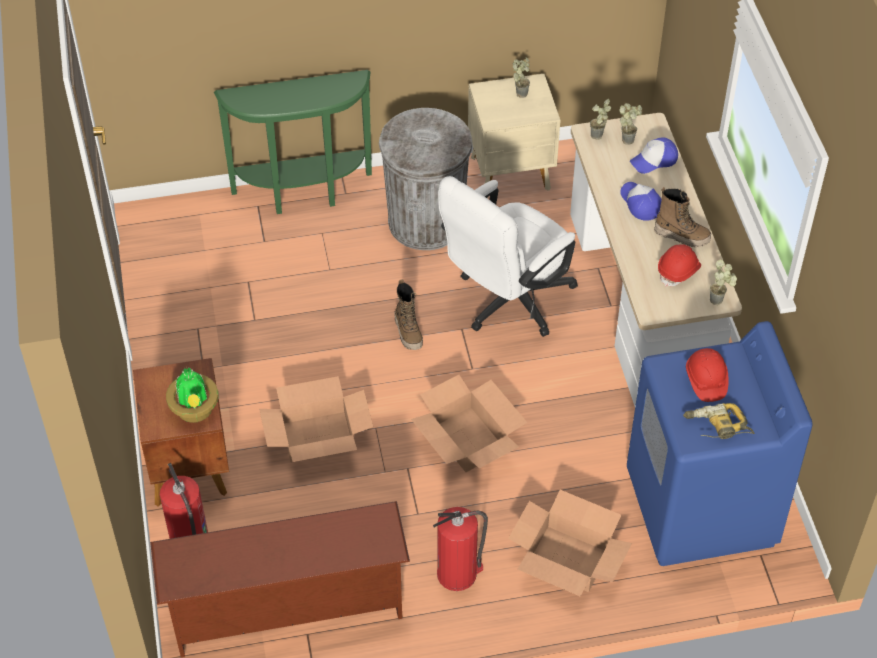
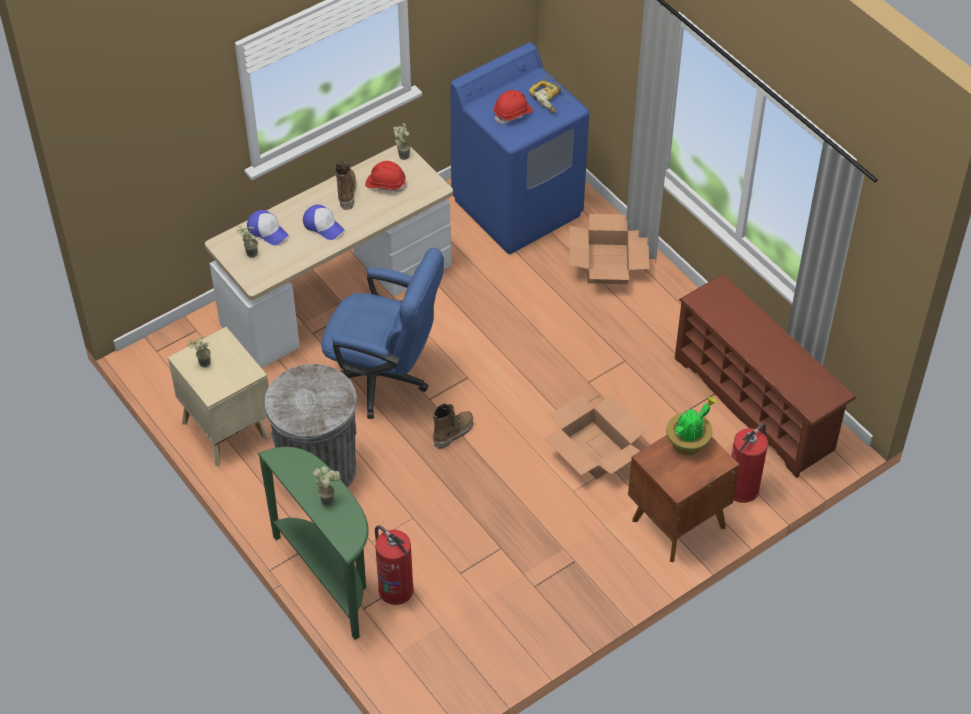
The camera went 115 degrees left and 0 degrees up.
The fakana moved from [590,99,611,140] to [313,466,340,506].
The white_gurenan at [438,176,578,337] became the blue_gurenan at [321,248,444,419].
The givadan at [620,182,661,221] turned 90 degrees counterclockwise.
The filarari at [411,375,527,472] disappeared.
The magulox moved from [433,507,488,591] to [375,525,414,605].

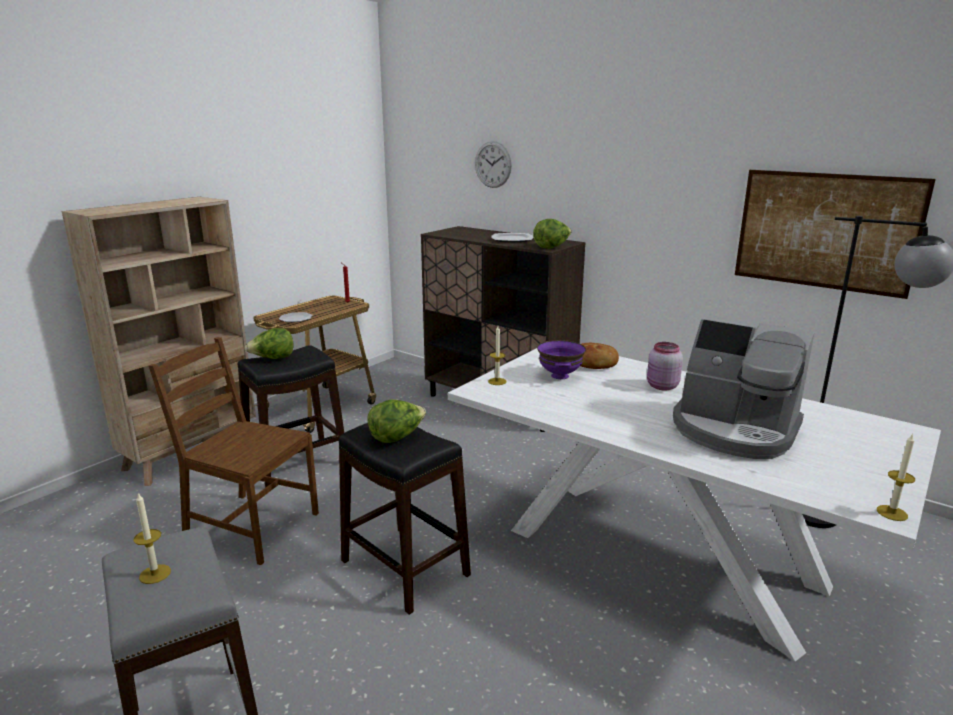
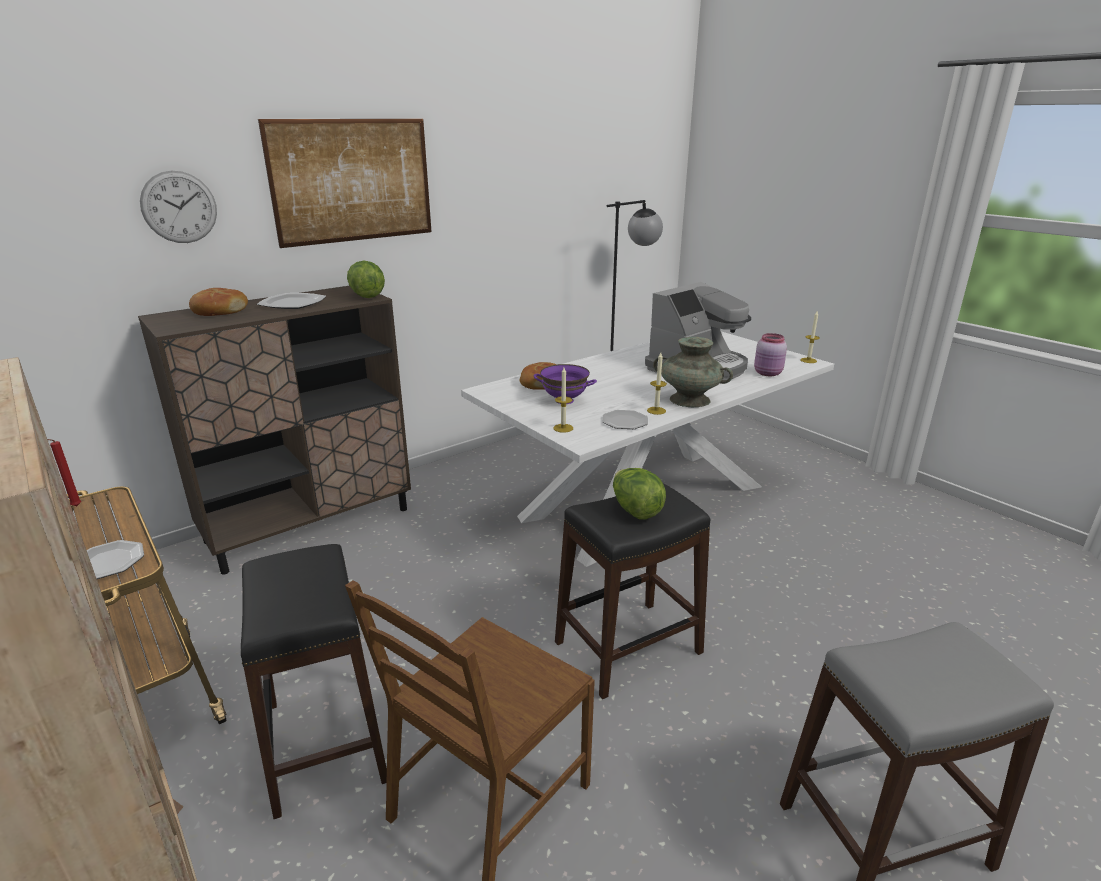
The camera went 75 degrees left and 5 degrees up.
The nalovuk moved from [735,170,936,299] to [258,119,432,248].
The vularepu at [244,328,294,359] disappeared.
The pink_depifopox moved from [647,342,683,391] to [754,333,787,376].
The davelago moved from [133,492,171,584] to [647,353,667,415].
The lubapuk at [189,288,248,316] appeared.
The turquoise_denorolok at [653,337,733,407] appeared.
The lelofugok at [602,410,648,429] appeared.

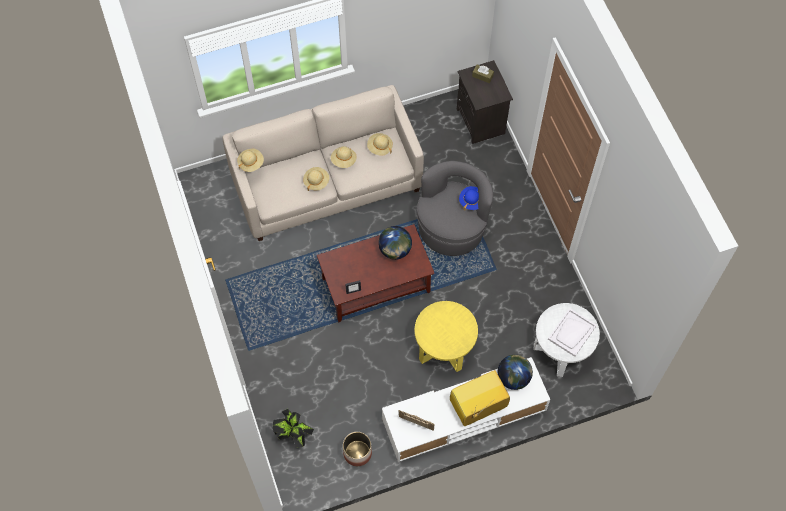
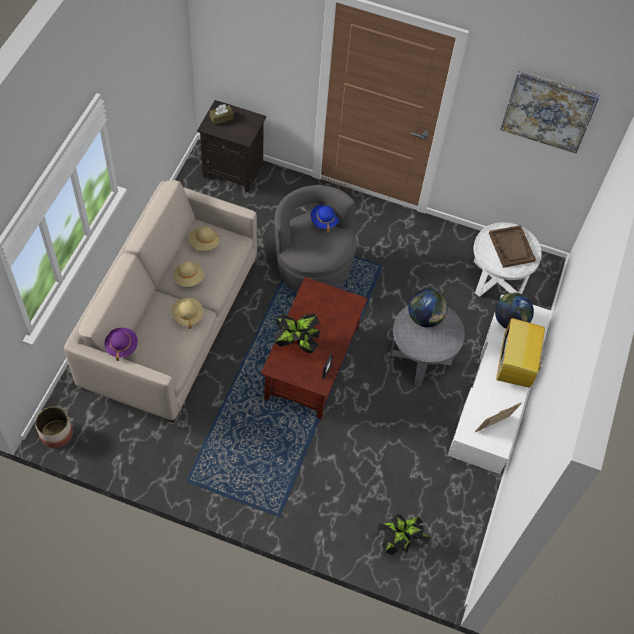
The camera went 55 degrees left and 5 degrees down.
The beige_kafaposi at [237,148,264,172] became the purple_kafaposi at [104,328,138,361].
The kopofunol moved from [378,226,412,260] to [408,289,447,327].
The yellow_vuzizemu at [414,301,478,372] became the grey_vuzizemu at [390,305,465,386].
The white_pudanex at [548,308,597,357] became the brown_pudanex at [489,225,536,268].
The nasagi moved from [343,432,372,466] to [35,407,73,448].
The nalovuk at [500,71,600,153] appeared.
The fakana at [274,313,320,353] appeared.

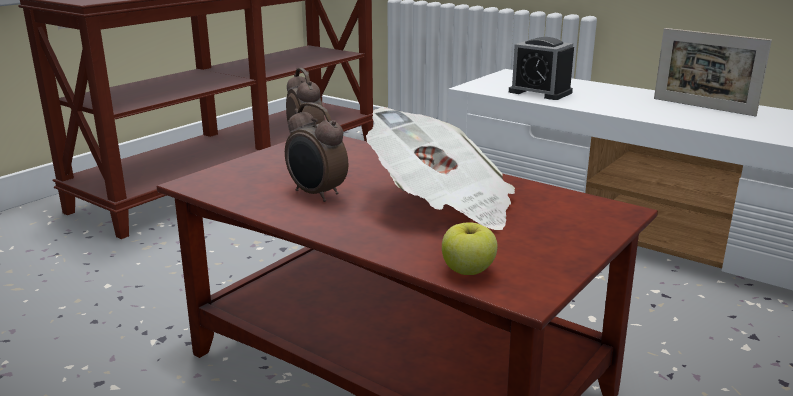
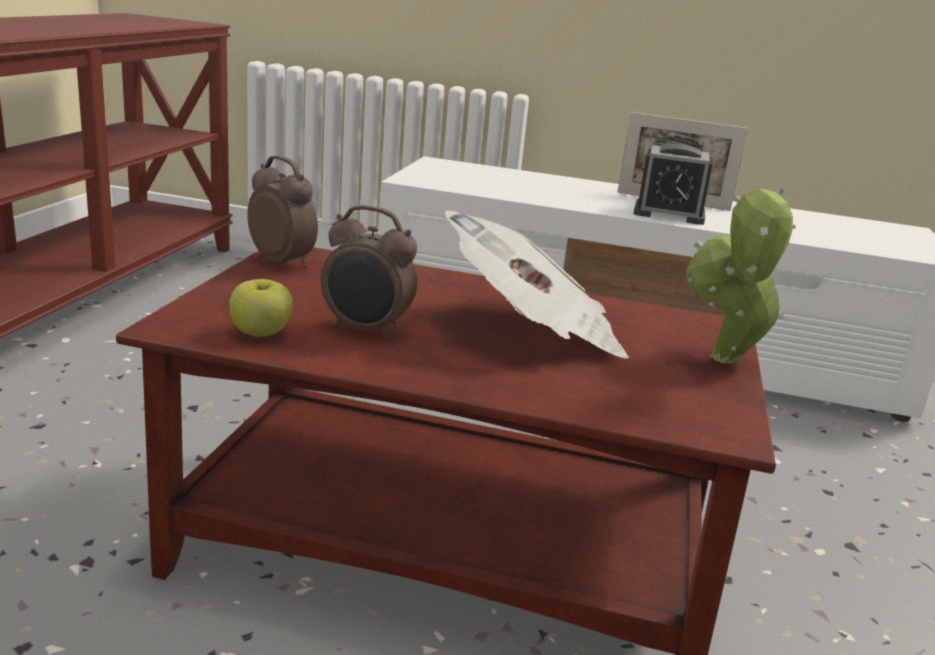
The camera went 25 degrees left and 0 degrees up.
The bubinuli moved from [509,37,574,100] to [633,143,713,225].
The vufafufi moved from [442,222,497,275] to [229,279,293,337].
The fakana at [686,187,796,364] appeared.

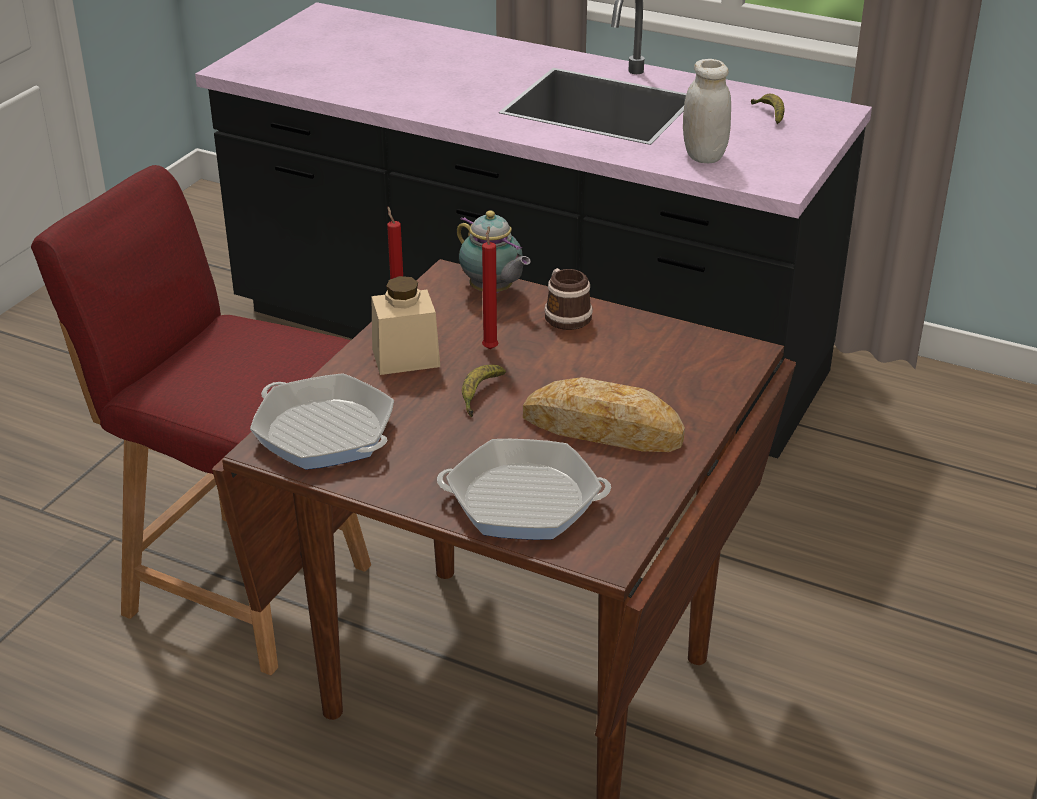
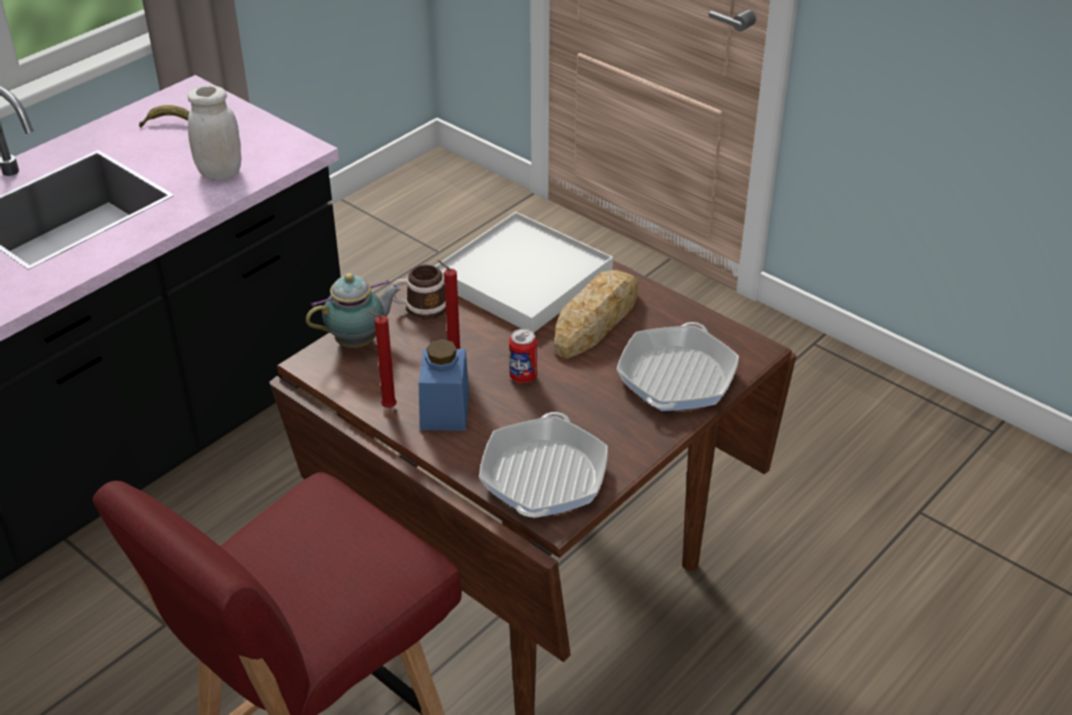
The camera went 75 degrees left and 5 degrees up.
The beige_depifopox at [371,276,440,375] became the blue_depifopox at [419,339,469,431].
The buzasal at [462,365,506,417] was replaced by the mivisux at [509,329,537,383].
The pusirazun at [250,373,394,470] turned 45 degrees counterclockwise.
The white_pudanex at [435,212,613,332] appeared.

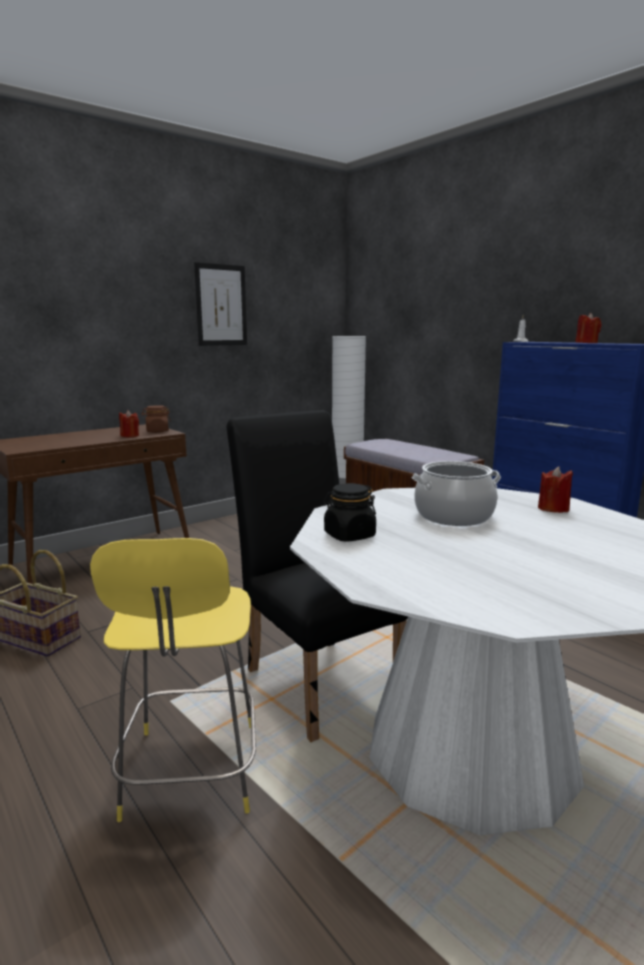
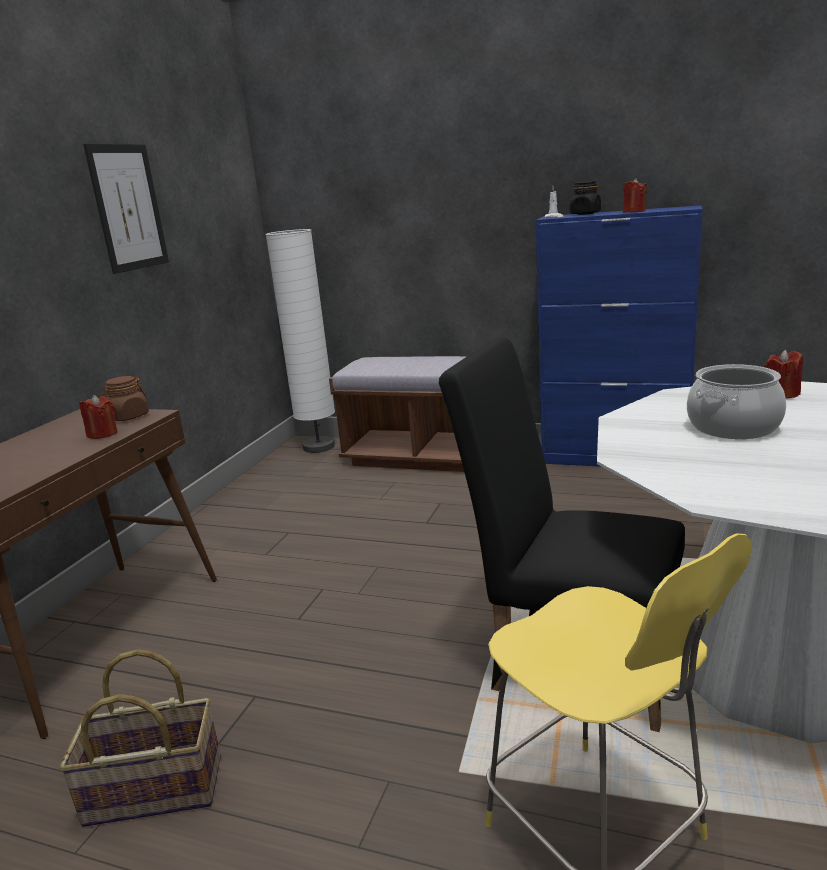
The camera went 30 degrees left and 5 degrees up.
The black_depifopox moved from [323,483,376,542] to [570,181,601,215].

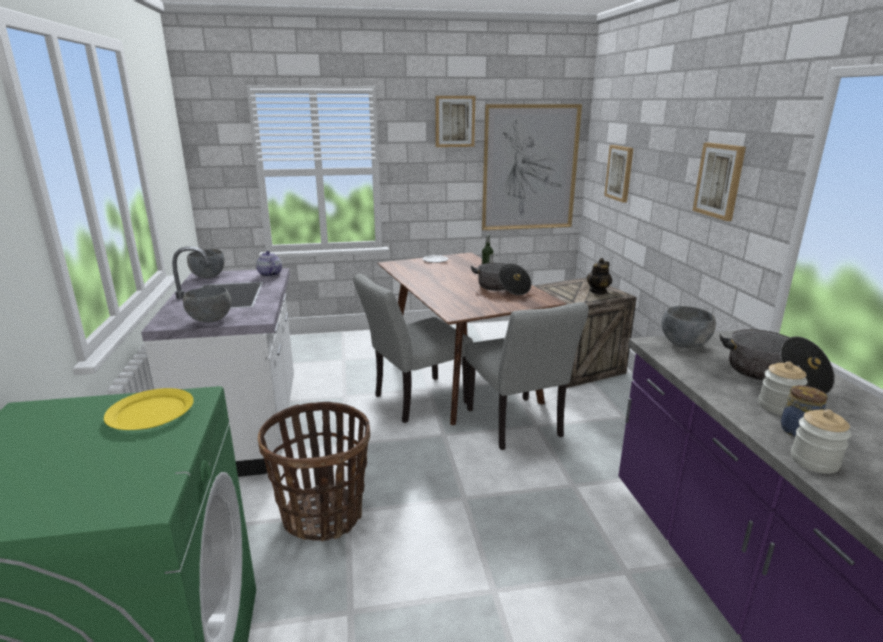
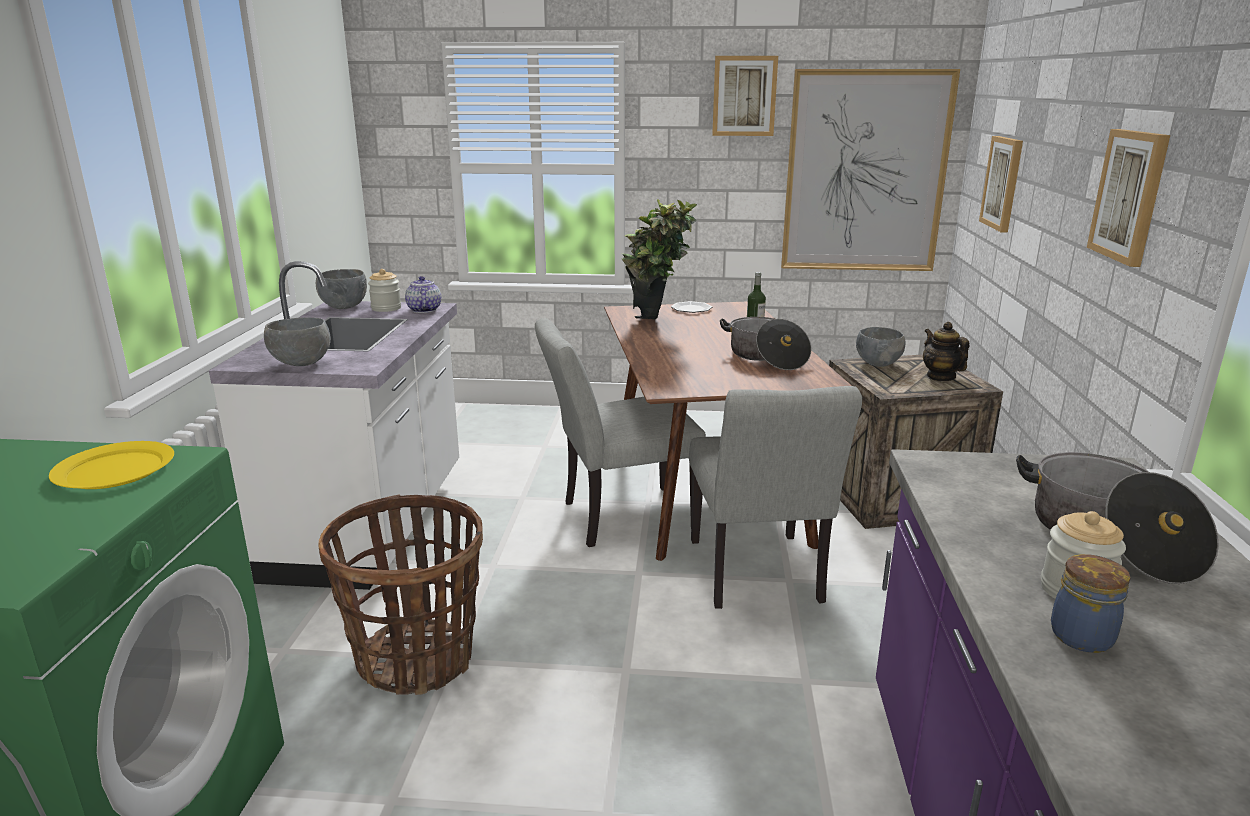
The camera went 15 degrees right and 0 degrees up.
The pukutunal at [587,258,612,294] turned 105 degrees clockwise.
The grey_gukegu moved from [662,306,716,348] to [856,327,905,367].
The depifopox moved from [791,409,851,474] to [368,269,401,312].
The fakana at [621,199,697,319] appeared.

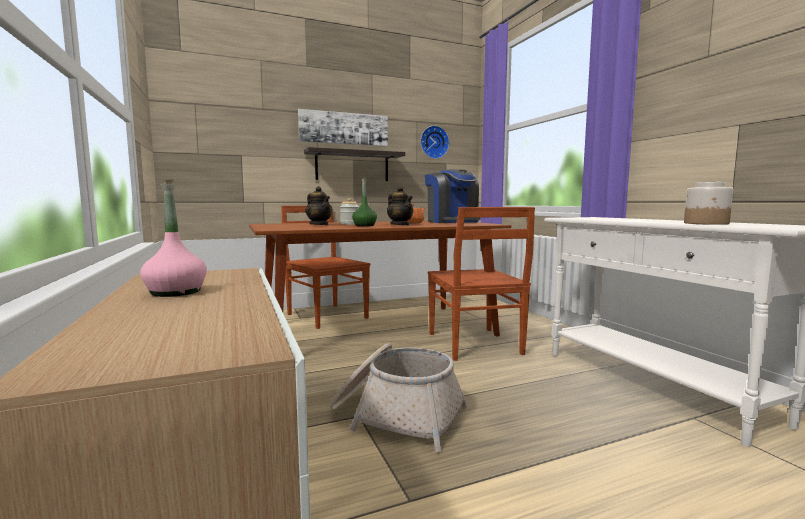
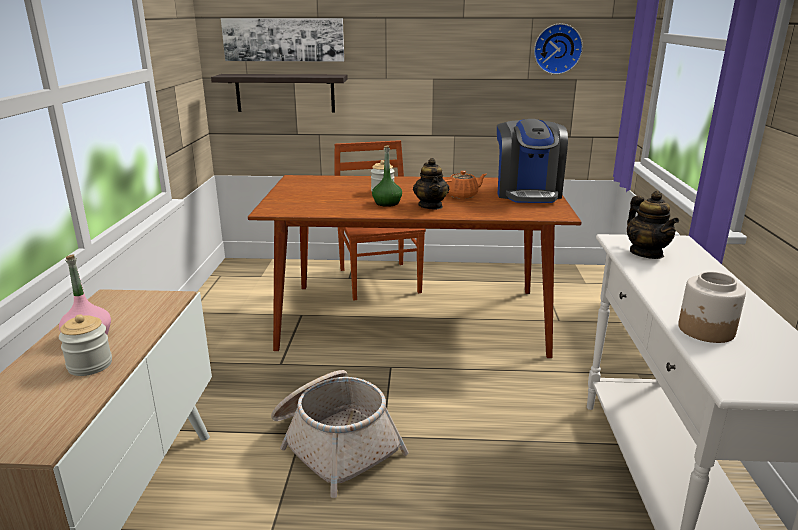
The camera went 25 degrees right and 15 degrees up.
The nalovuk moved from [298,109,388,146] to [221,18,344,62].
The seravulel moved from [304,147,405,181] to [211,74,348,112].
The pukutunal moved from [305,186,333,225] to [627,191,679,259].
The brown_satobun at [428,207,535,361] disappeared.
The depifopox at [59,314,112,376] appeared.

